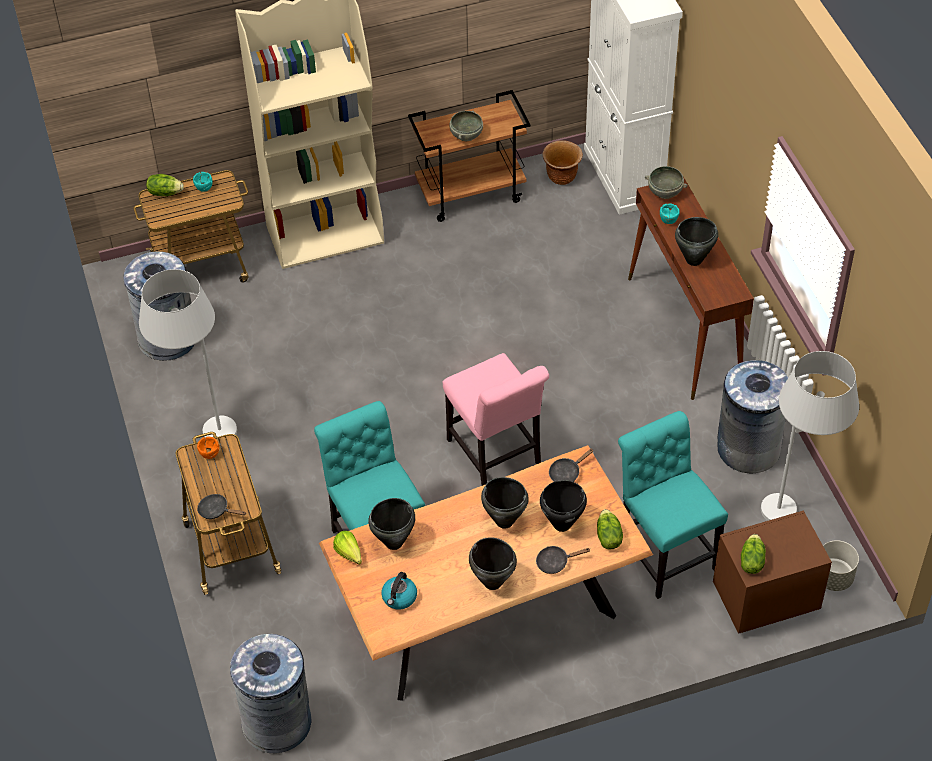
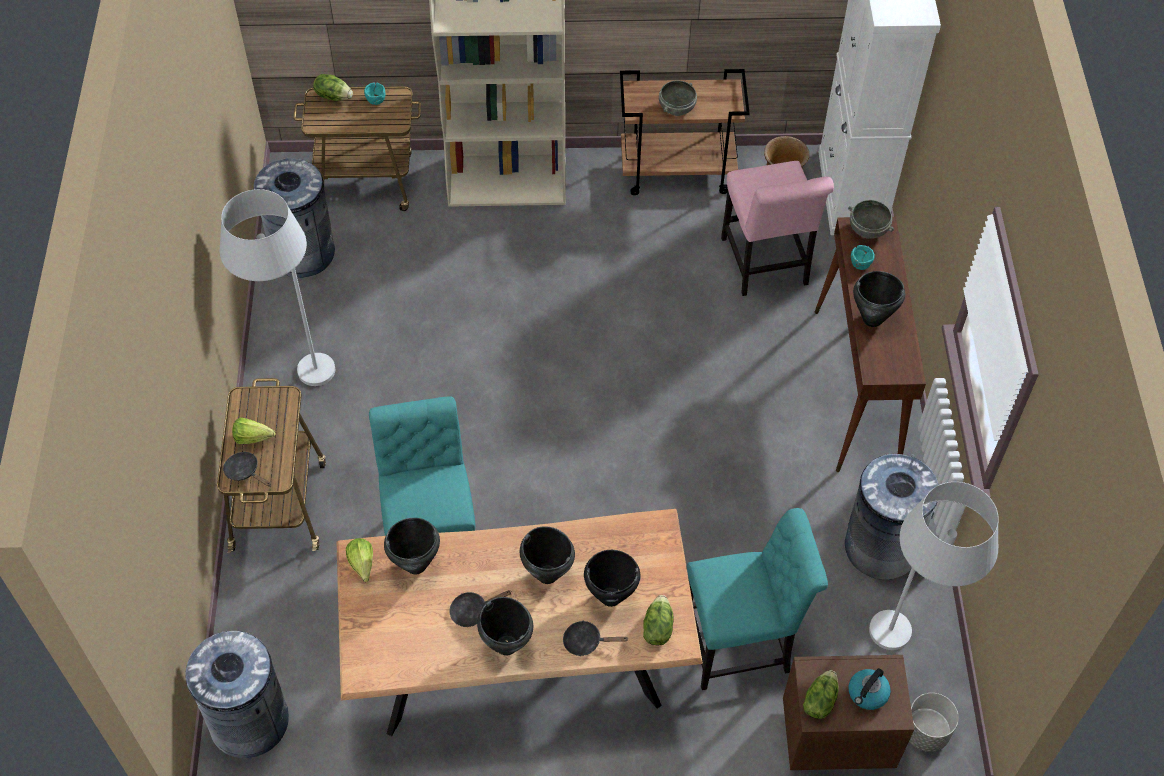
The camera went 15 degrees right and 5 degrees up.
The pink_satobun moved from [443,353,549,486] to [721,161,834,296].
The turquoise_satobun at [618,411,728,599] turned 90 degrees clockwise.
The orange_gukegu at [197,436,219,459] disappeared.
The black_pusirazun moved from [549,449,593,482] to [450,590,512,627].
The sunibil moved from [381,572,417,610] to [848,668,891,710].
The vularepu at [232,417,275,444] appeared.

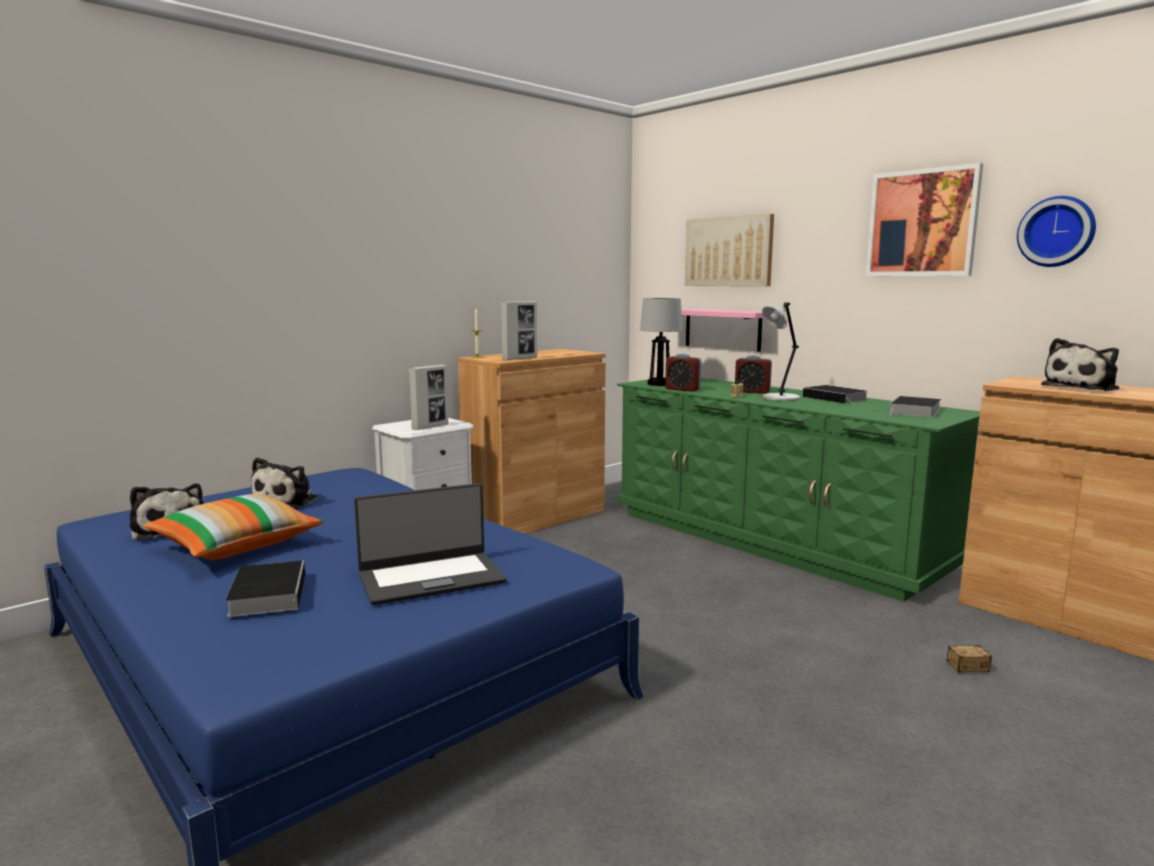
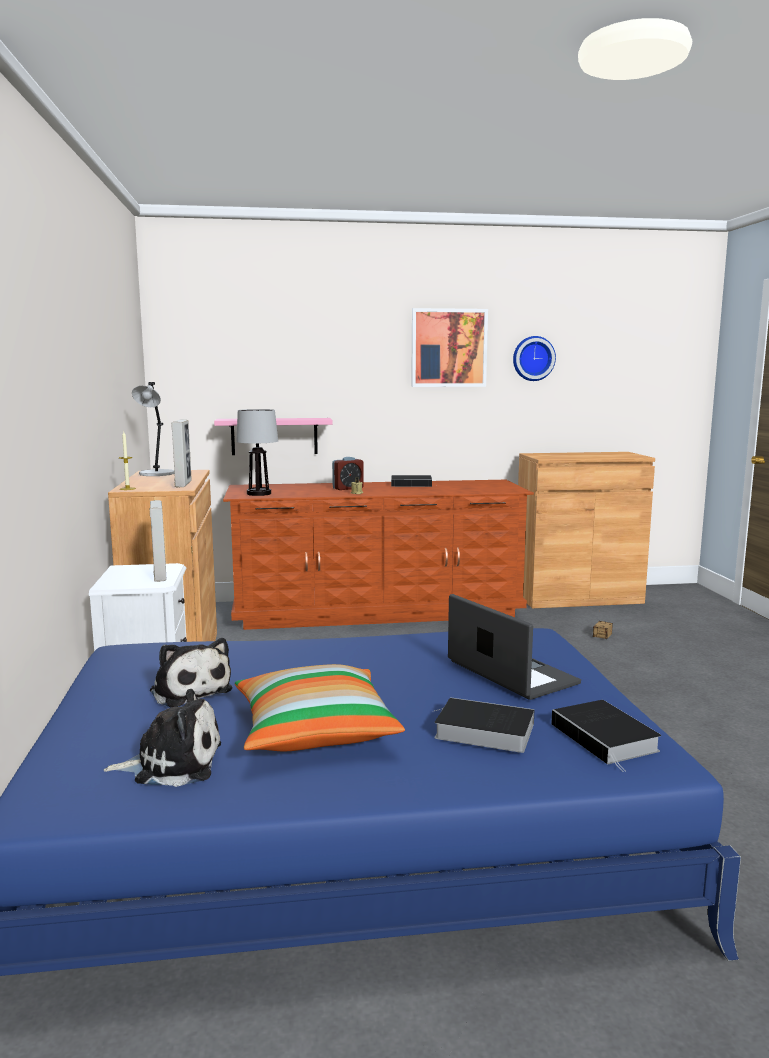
The camera went 55 degrees left and 0 degrees up.
The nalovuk at [685,214,774,286] disappeared.
The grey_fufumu moved from [762,303,800,401] to [132,382,174,476].
The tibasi at [1041,338,1119,391] disappeared.
The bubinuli at [665,354,701,392] disappeared.
The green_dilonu at [617,377,980,602] became the brown_dilonu at [223,480,534,630].
The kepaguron moved from [888,396,941,418] to [551,700,661,772].
The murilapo at [354,483,506,605] turned 45 degrees counterclockwise.

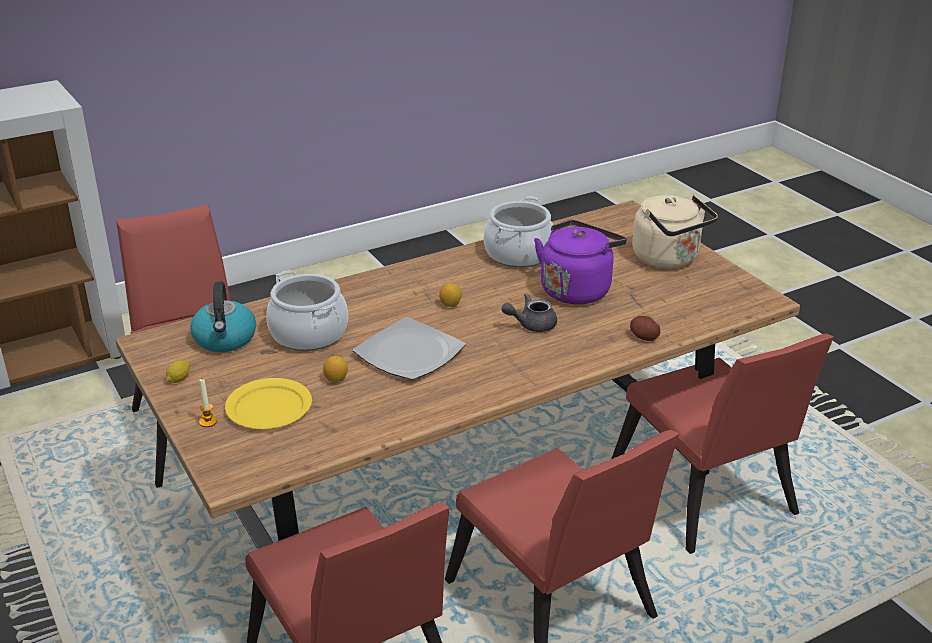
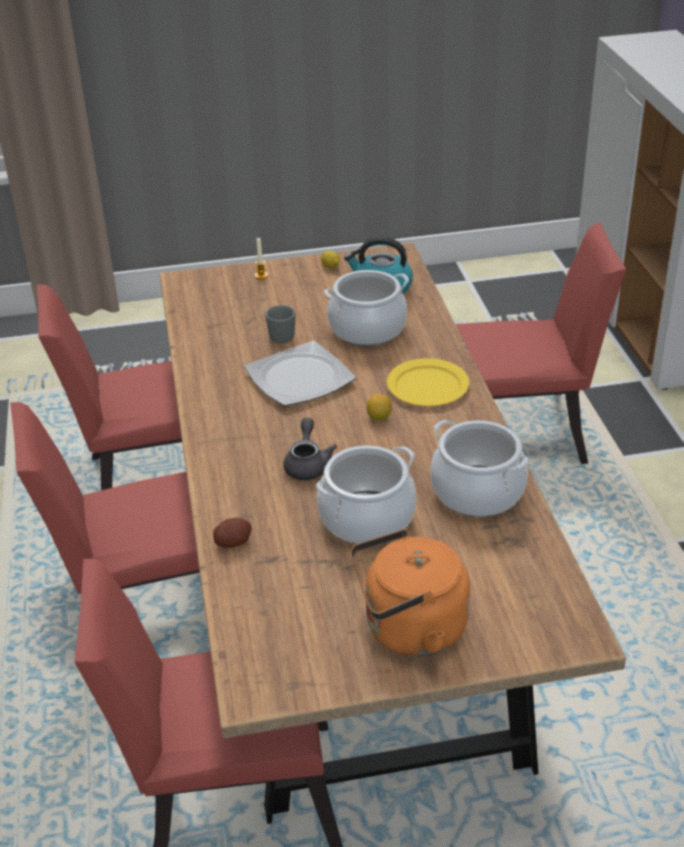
The camera went 110 degrees right and 5 degrees up.
The beige_sunibil at [632,195,718,268] became the orange_sunibil at [351,529,470,657].
The purple_sunibil at [534,220,627,304] was replaced by the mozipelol at [316,445,416,544].
The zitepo at [323,356,348,382] was replaced by the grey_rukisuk at [265,305,296,343].
The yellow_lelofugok moved from [225,378,312,429] to [387,358,469,406].

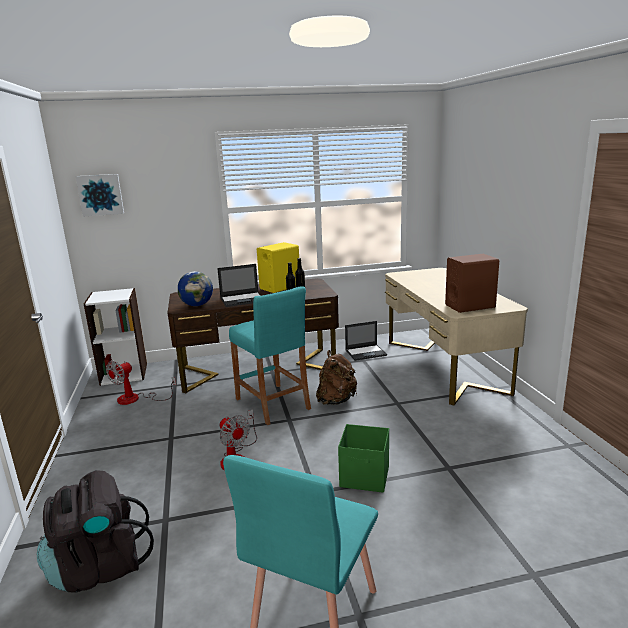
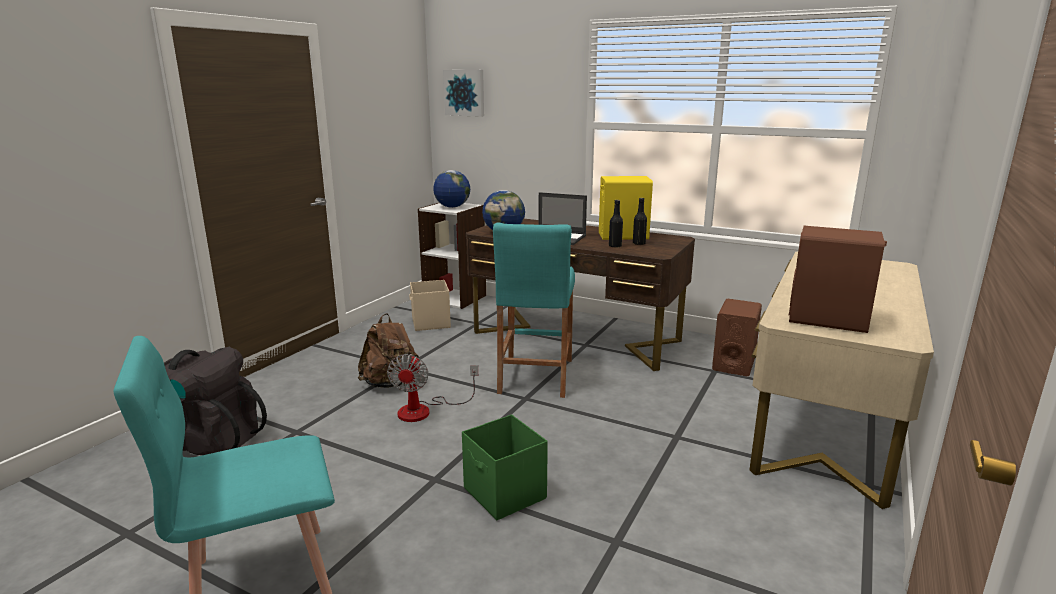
The camera went 40 degrees right and 0 degrees up.
The murilapo at [345,321,387,361] was replaced by the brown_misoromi at [712,299,762,376].
The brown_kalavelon moved from [316,350,357,405] to [358,313,419,388].
The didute at [106,360,176,405] was replaced by the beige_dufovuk at [409,280,451,331].
The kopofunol at [433,170,470,208] appeared.

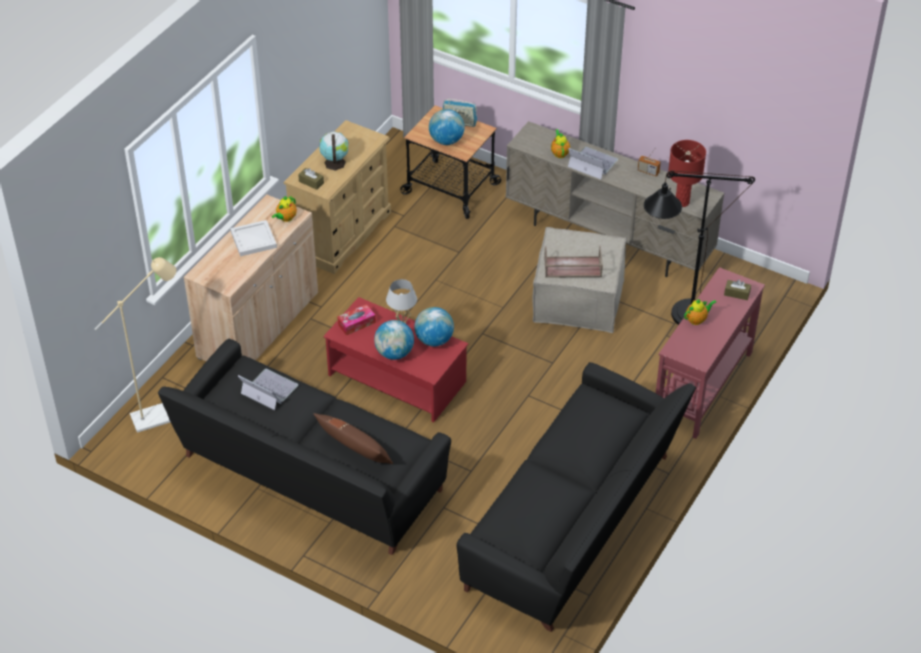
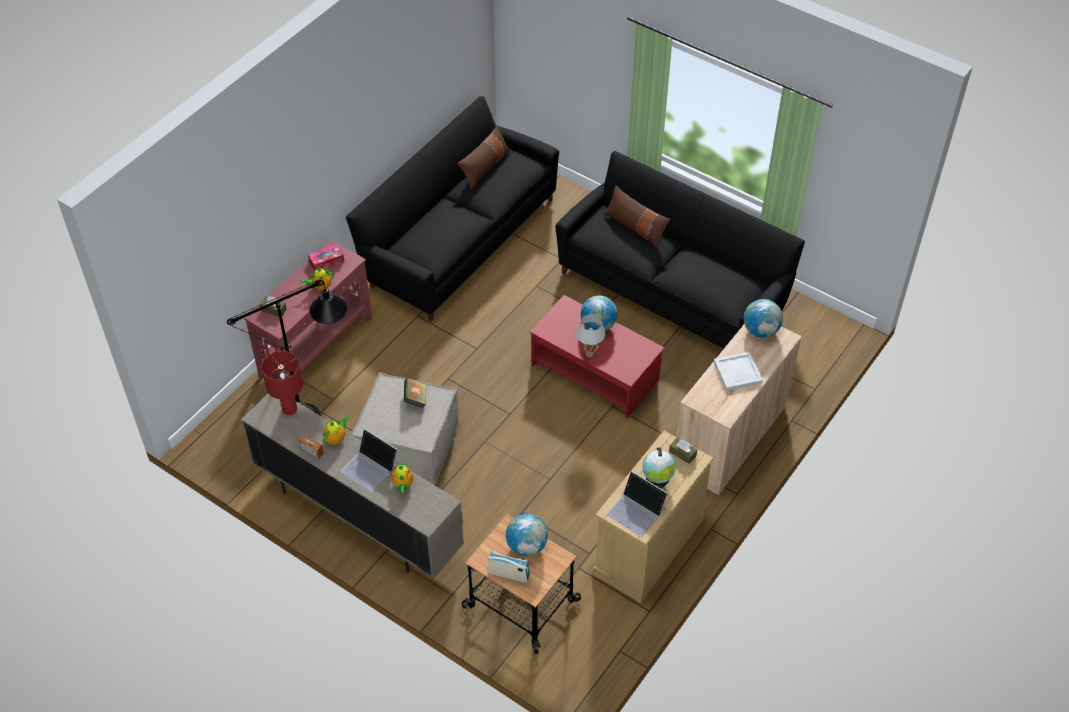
The camera went 175 degrees left and 5 degrees up.
The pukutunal moved from [272,196,297,222] to [323,415,349,445].
The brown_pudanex at [544,246,603,278] was replaced by the kepaguron at [404,378,426,409].
The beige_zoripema at [95,257,176,433] disappeared.
The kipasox moved from [337,304,376,335] to [308,244,344,271].
The kopofunol moved from [414,307,454,347] to [744,299,783,338].
The murilapo moved from [238,369,298,410] to [606,471,668,537].
The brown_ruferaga at [458,125,511,190] appeared.

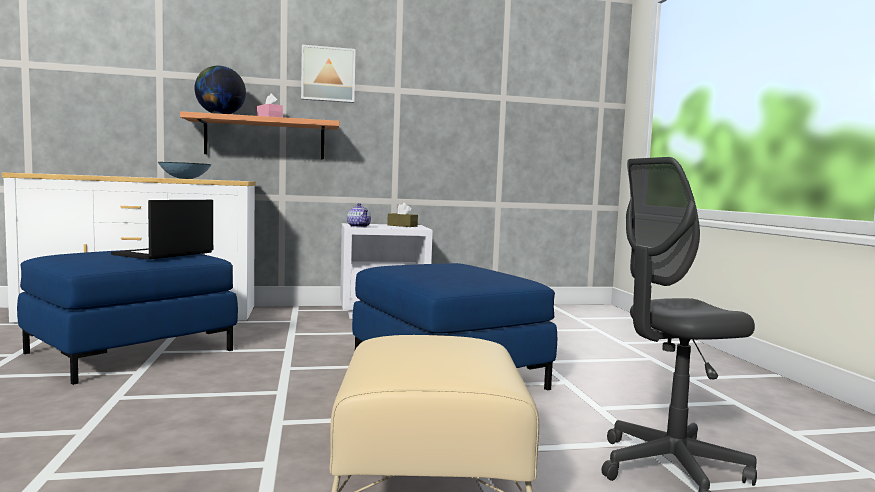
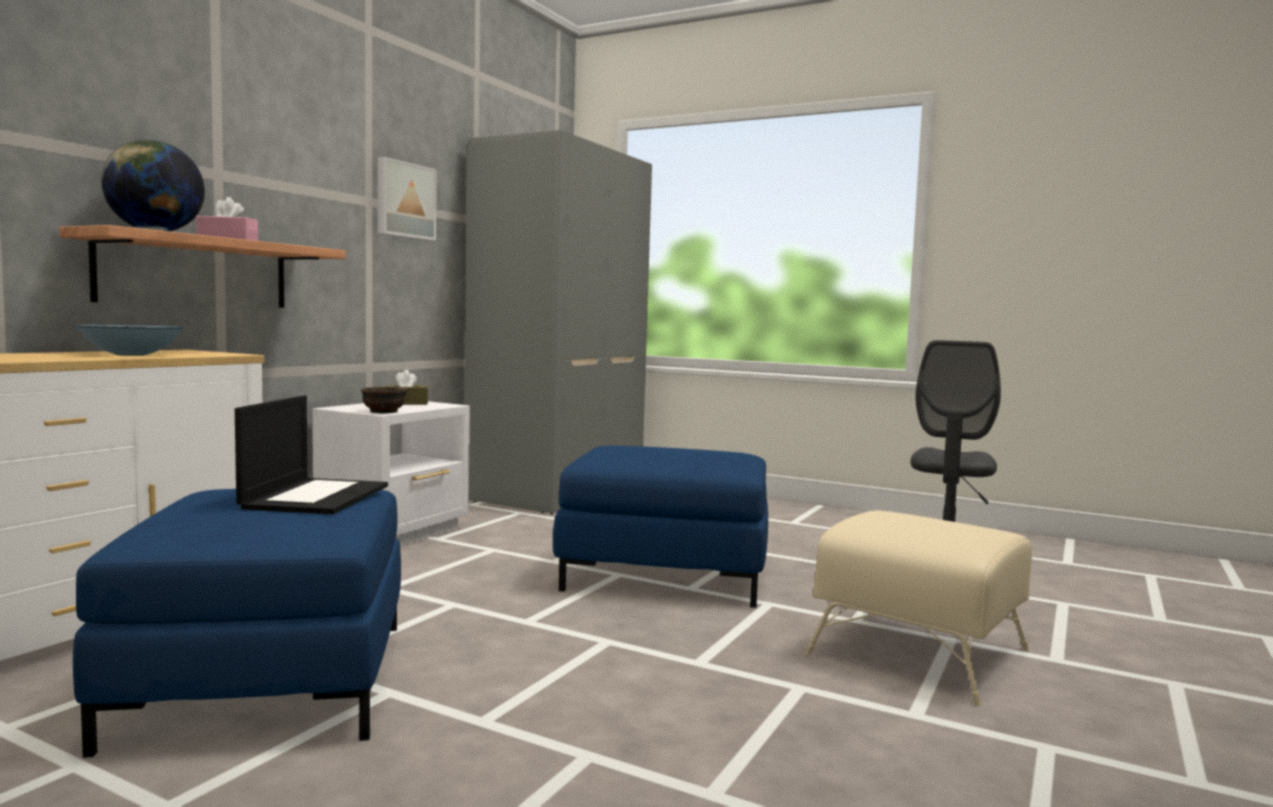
The camera went 50 degrees left and 0 degrees up.
The nalovuk moved from [301,45,356,103] to [378,157,437,241].
The murilapo at [111,200,213,260] turned 150 degrees counterclockwise.
The pukutunal at [347,203,371,227] was replaced by the brown_gukegu at [361,387,407,413].
The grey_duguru at [465,130,652,514] appeared.

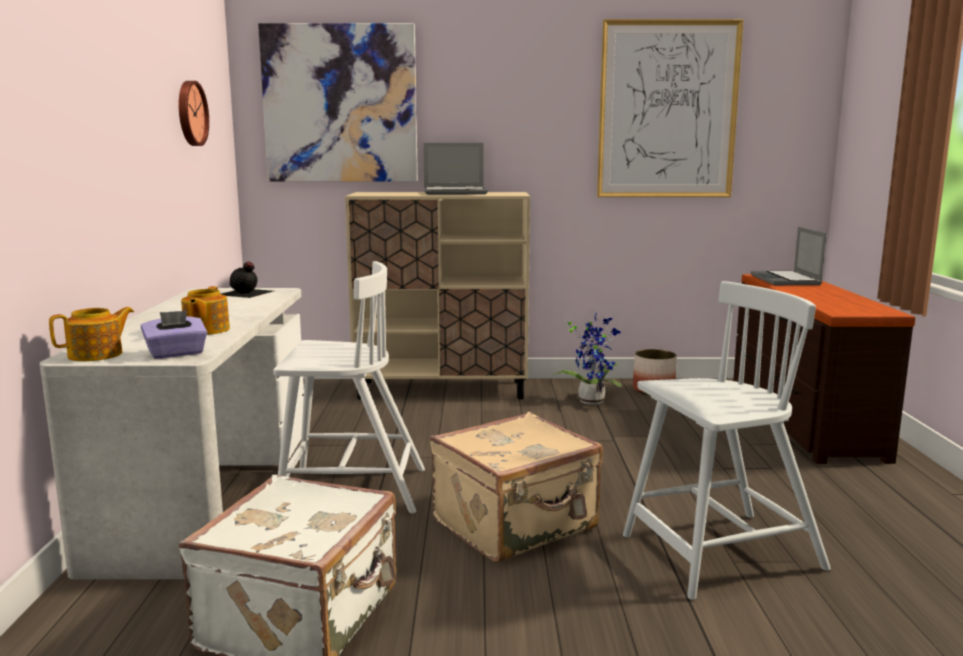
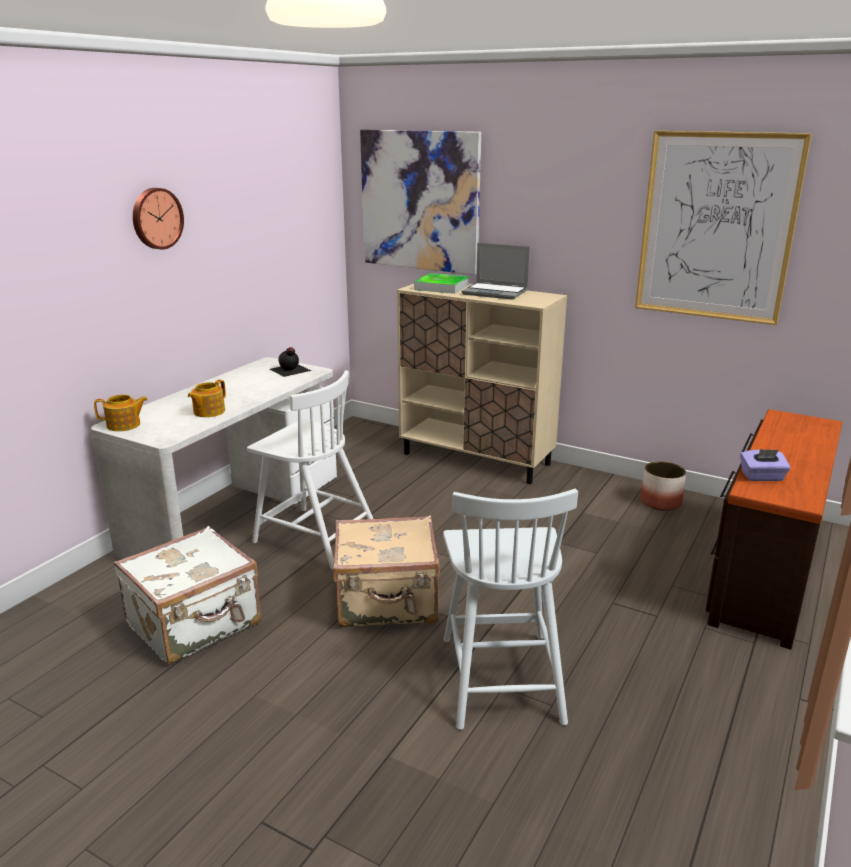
The camera went 30 degrees right and 10 degrees up.
The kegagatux moved from [179,81,209,146] to [133,188,184,249].
The murilapo at [751,227,827,285] disappeared.
The white_satobun at [623,281,831,600] turned 75 degrees clockwise.
The purple_kipasox moved from [141,310,207,359] to [740,449,791,481].
The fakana at [552,313,622,405] disappeared.
The pudanex at [414,273,470,294] appeared.

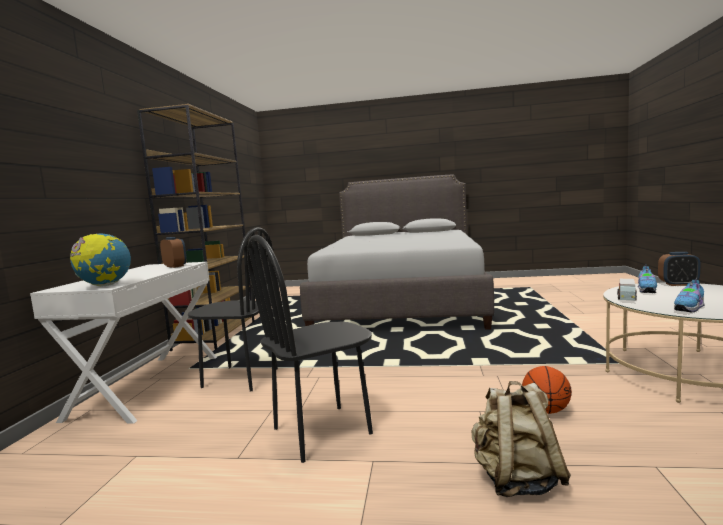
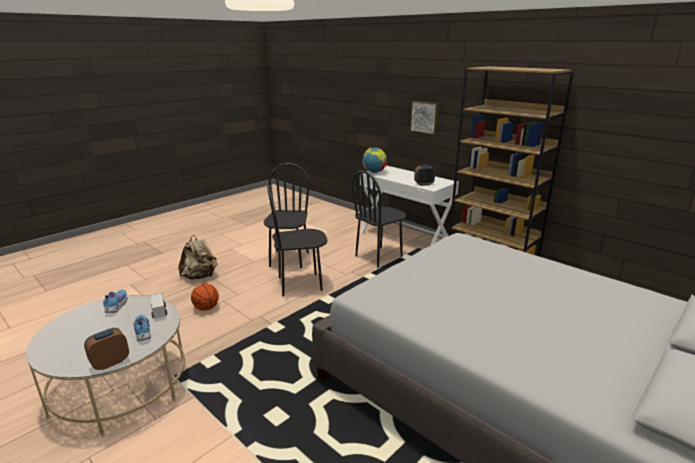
The camera went 125 degrees right and 15 degrees up.
The nalovuk at [410,101,439,135] appeared.
The black_satobun at [267,185,327,296] appeared.

